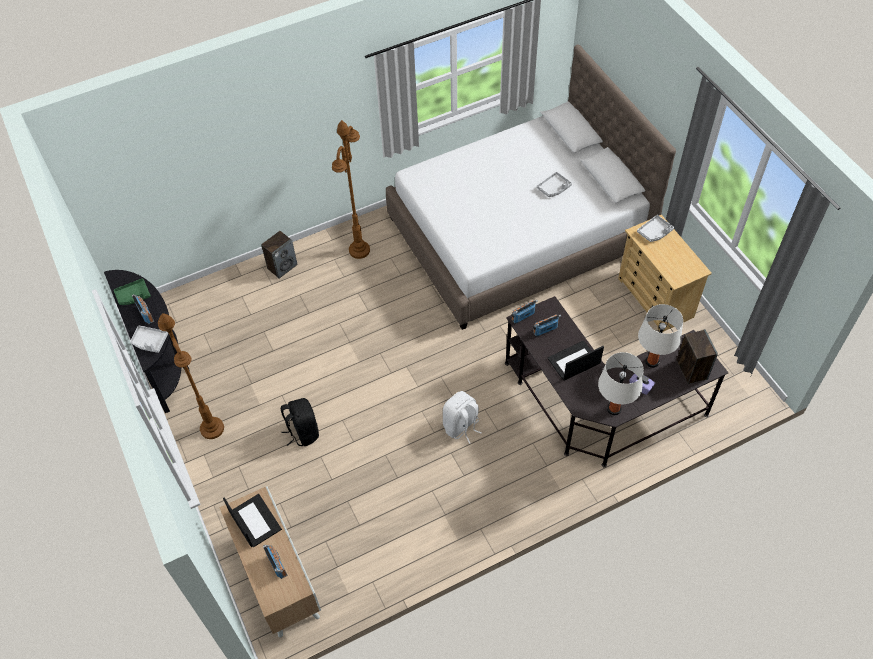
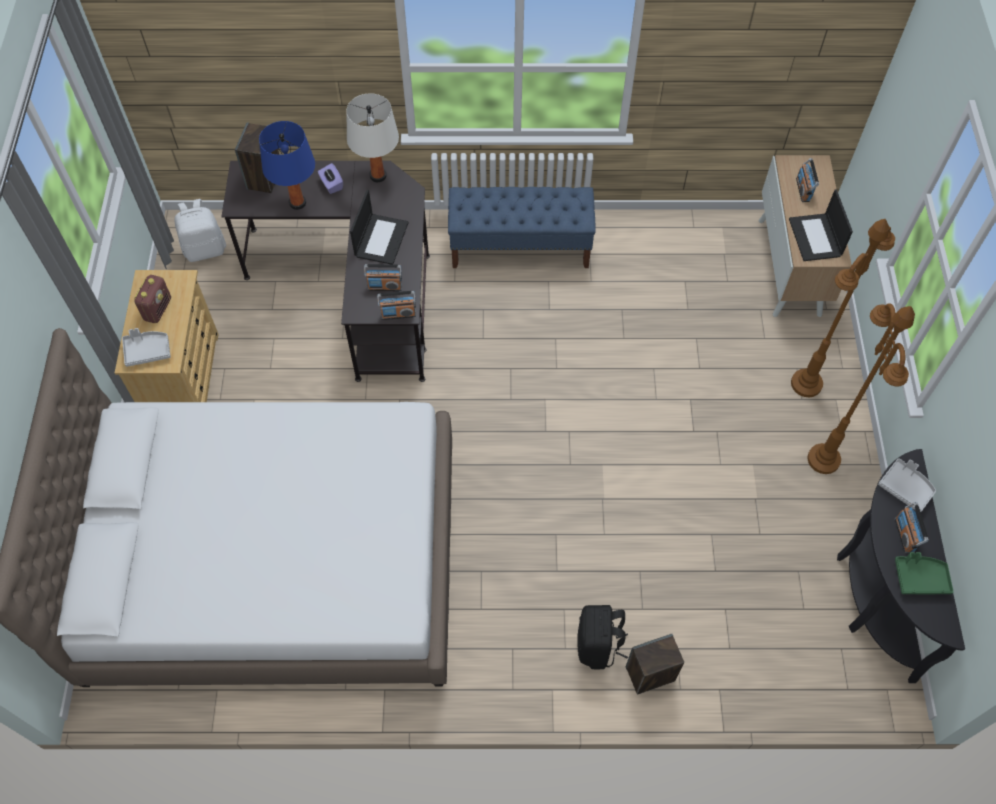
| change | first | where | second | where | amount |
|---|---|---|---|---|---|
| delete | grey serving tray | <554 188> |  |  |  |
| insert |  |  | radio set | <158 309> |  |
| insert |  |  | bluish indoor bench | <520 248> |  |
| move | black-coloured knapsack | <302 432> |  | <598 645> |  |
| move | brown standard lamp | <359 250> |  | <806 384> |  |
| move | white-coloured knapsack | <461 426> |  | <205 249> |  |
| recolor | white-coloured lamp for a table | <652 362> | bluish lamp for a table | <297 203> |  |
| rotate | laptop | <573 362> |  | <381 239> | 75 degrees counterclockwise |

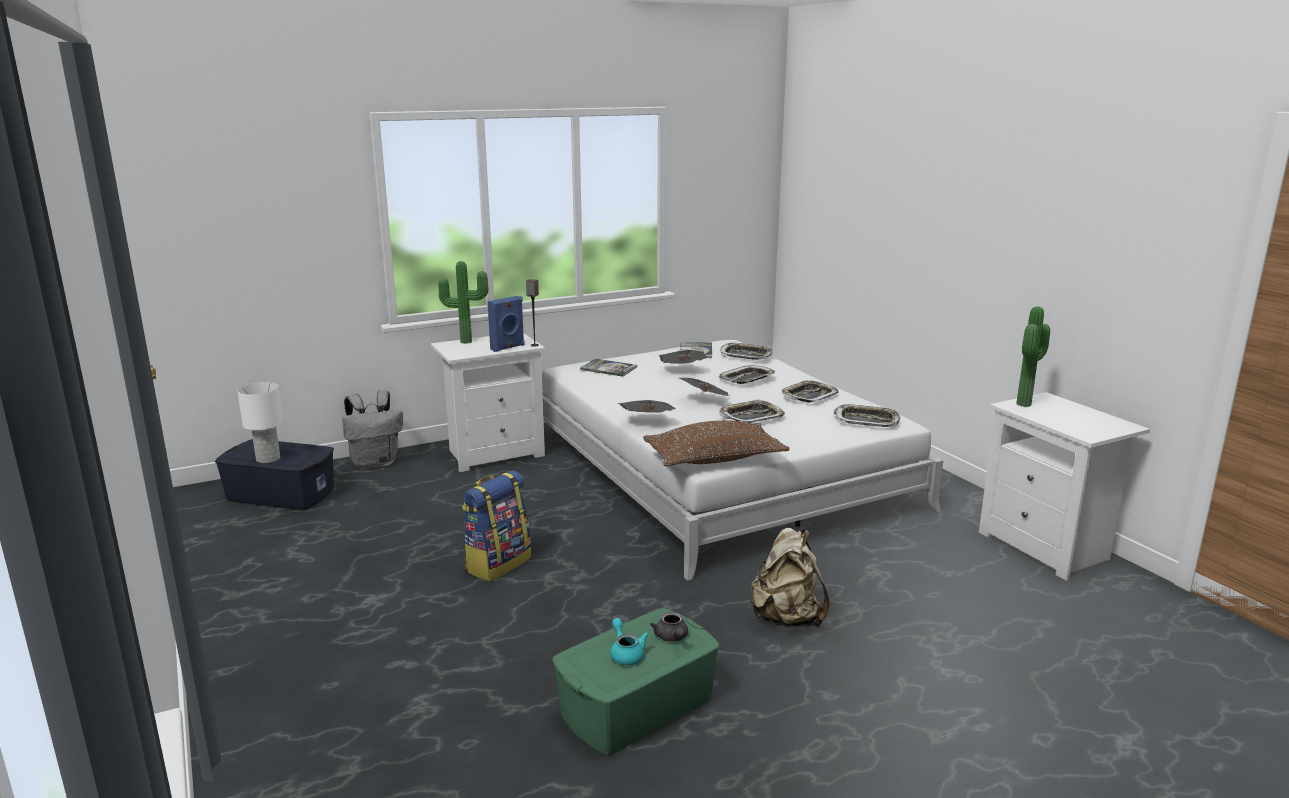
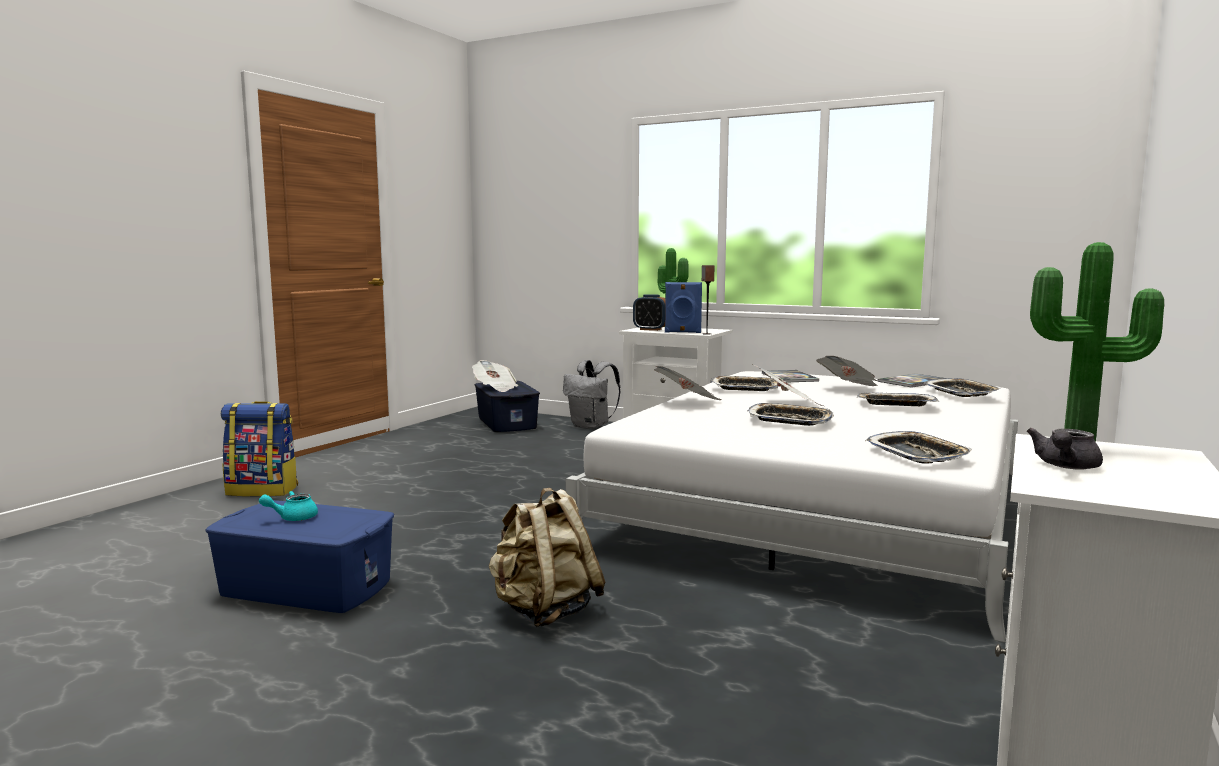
| change | first | where | second | where | amount |
|---|---|---|---|---|---|
| delete | brown cushion | <714 459> |  |  |  |
| insert |  |  | table clock | <650 329> |  |
| move | knapsack | <497 564> |  | <263 490> |  |
| move | grey pot for tea | <672 638> |  | <1065 466> |  |
| move | serving tray | <809 396> |  | <744 388> |  |
| replace | white-coloured lamp for a table | <269 459> | newspaper | <495 388> |  |
| recolor | greenish storage box | <636 707> | bluish storage box | <307 587> |  |
| rotate | turquoise-coloured pot for tea | <626 654> |  | <292 518> | 150 degrees counterclockwise |

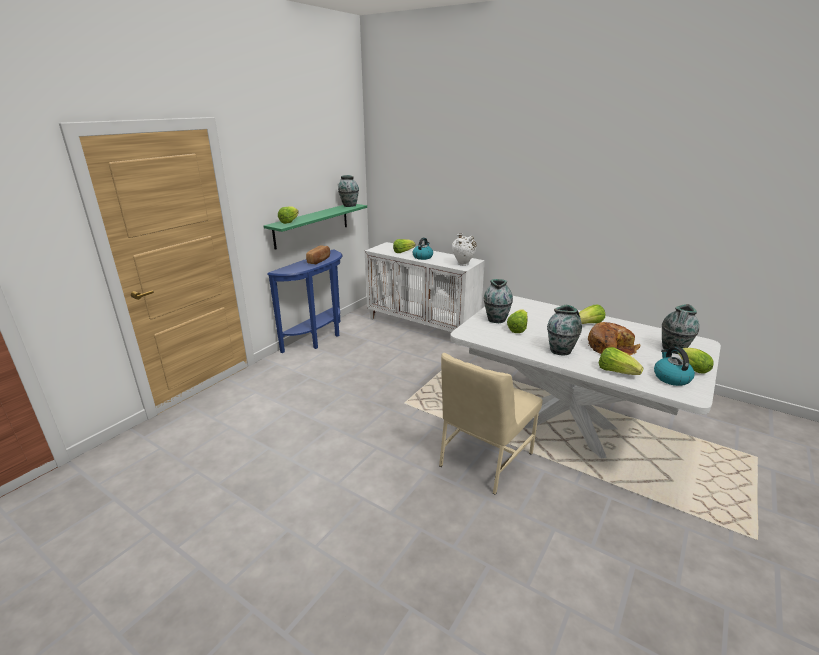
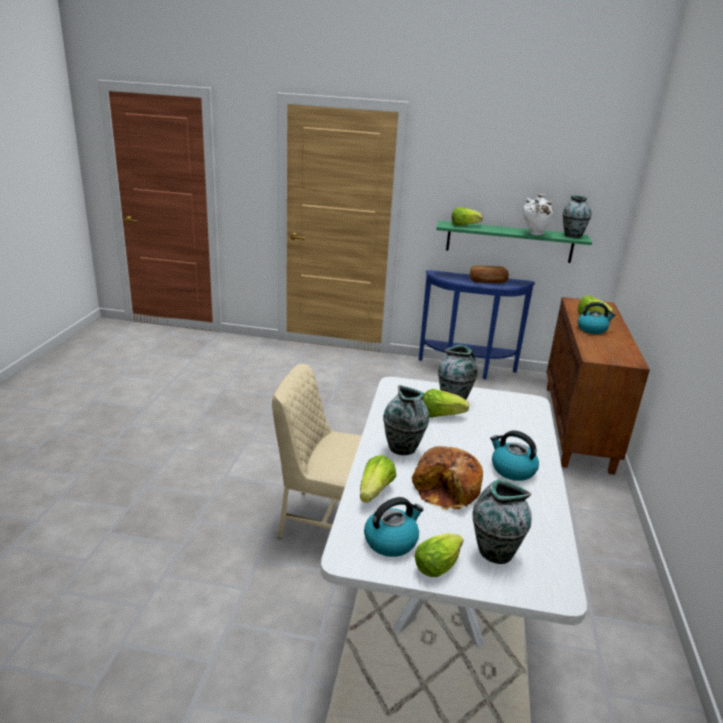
| change | first | where | second | where | amount |
|---|---|---|---|---|---|
| move | white-coloured flower vase | <463 264> |  | <534 234> |  |
| replace | head of lettuce | <588 324> | kettle | <512 469> |  |
| recolor | white-coloured storage cabinet | <422 326> | brown storage cabinet | <578 427> |  |

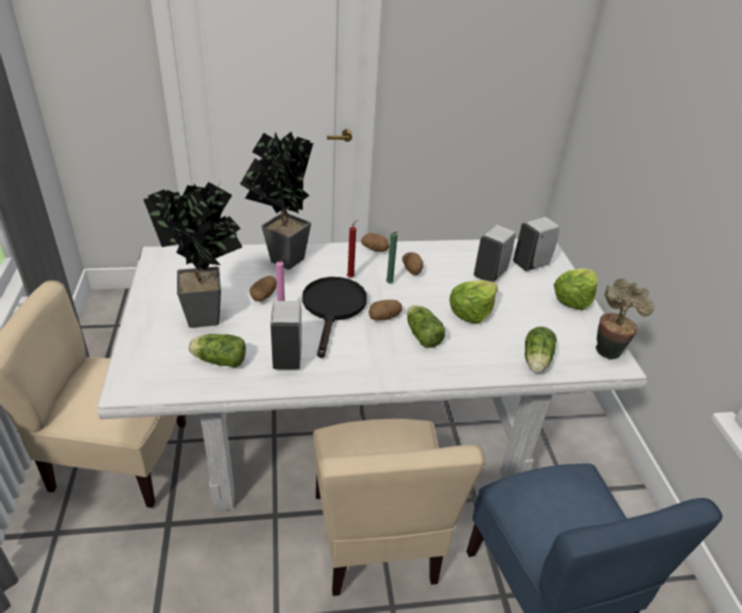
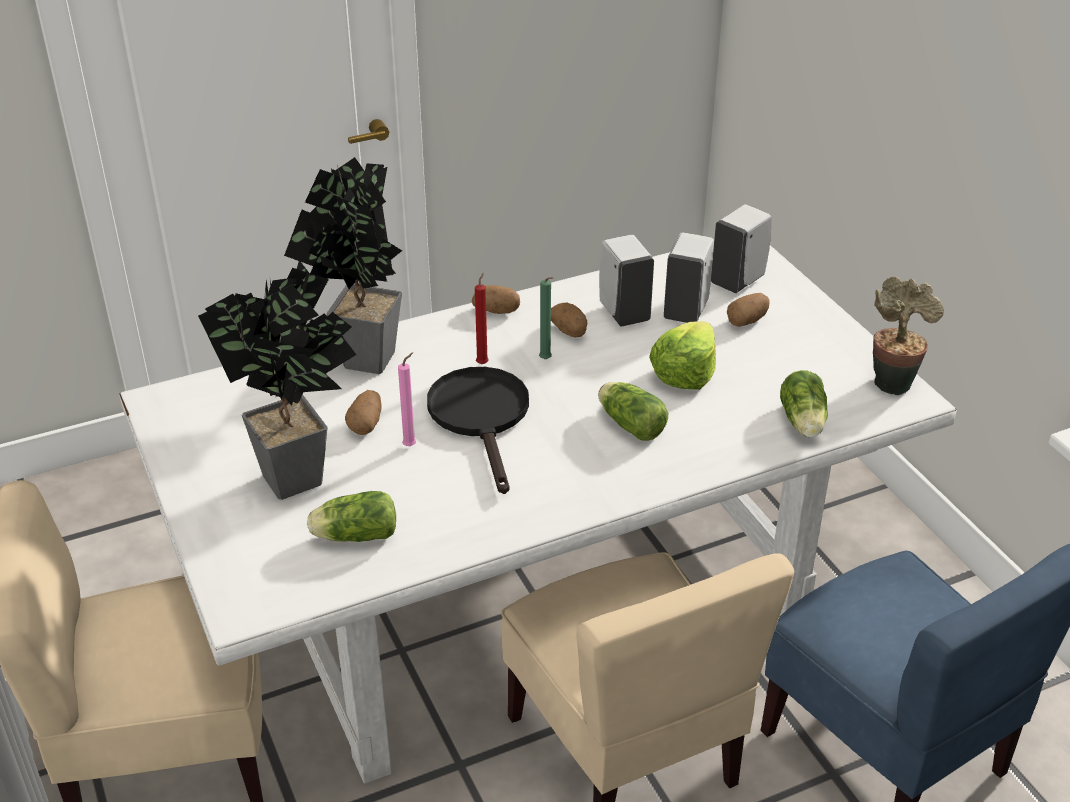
| change | first | where | second | where | amount |
|---|---|---|---|---|---|
| delete | head of lettuce | <573 299> |  |  |  |
| move | white-coloured soap bottle | <287 357> |  | <623 312> |  |
| move | potato | <384 317> |  | <747 321> |  |

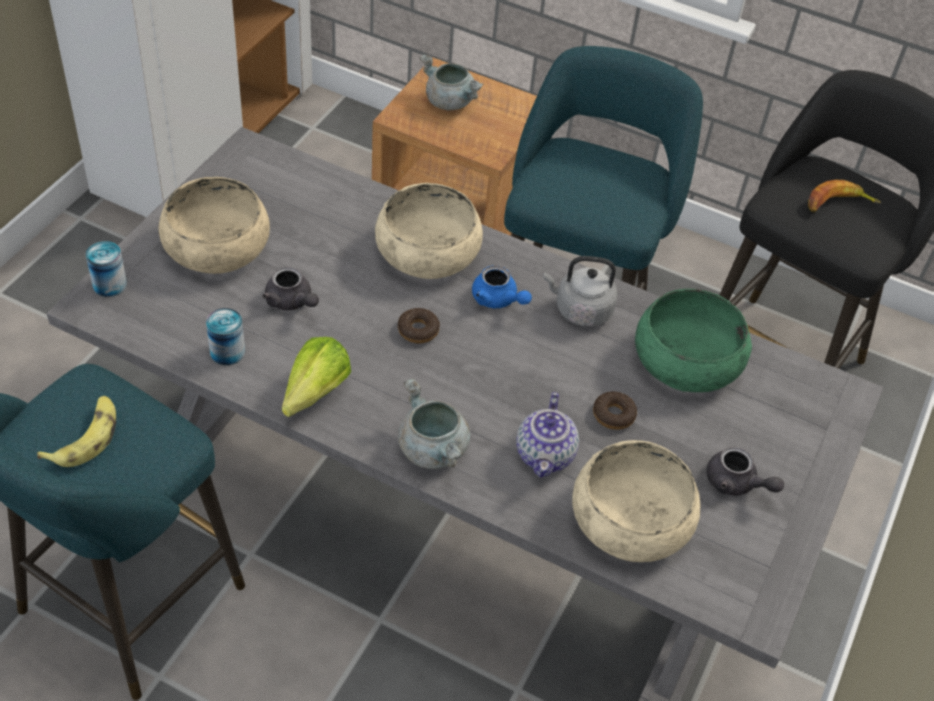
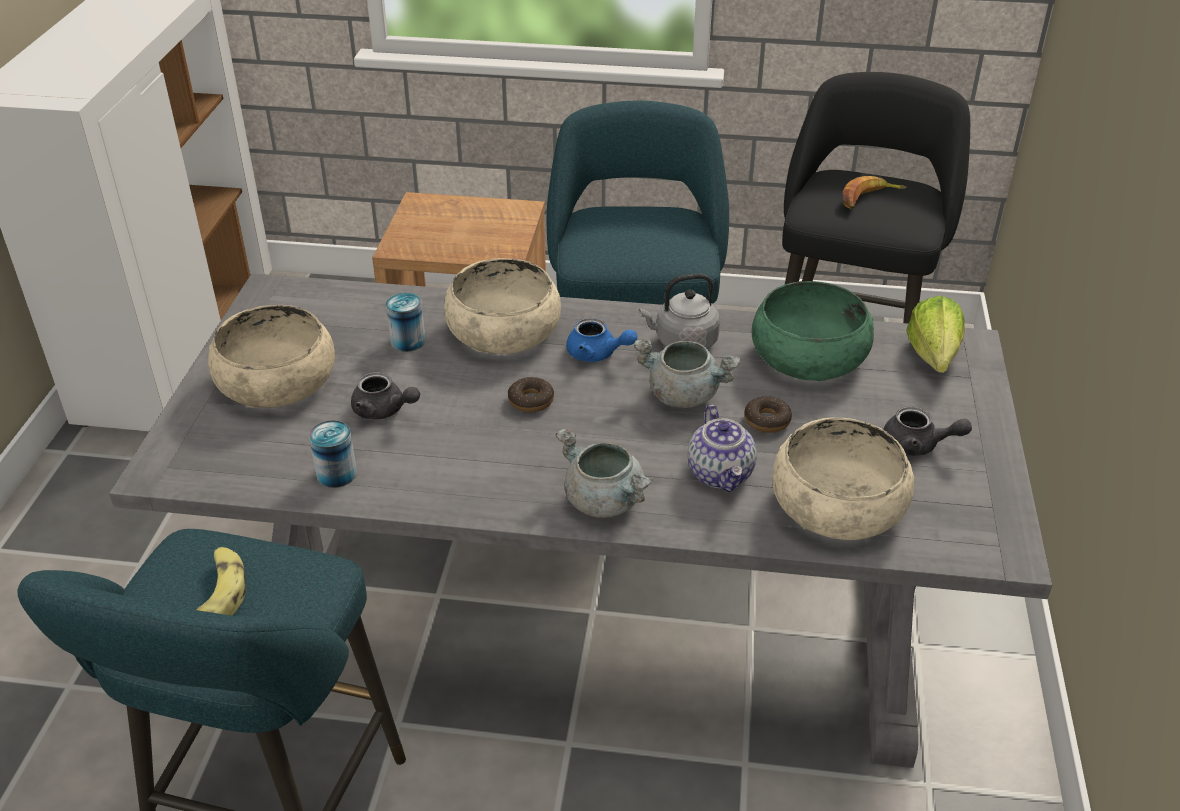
| change | first | where | second | where | amount |
|---|---|---|---|---|---|
| move | sealed can | <109 284> |  | <408 341> |  |
| move | head of lettuce | <309 397> |  | <931 362> |  |
| move | grey cooking pot | <450 102> |  | <684 395> |  |

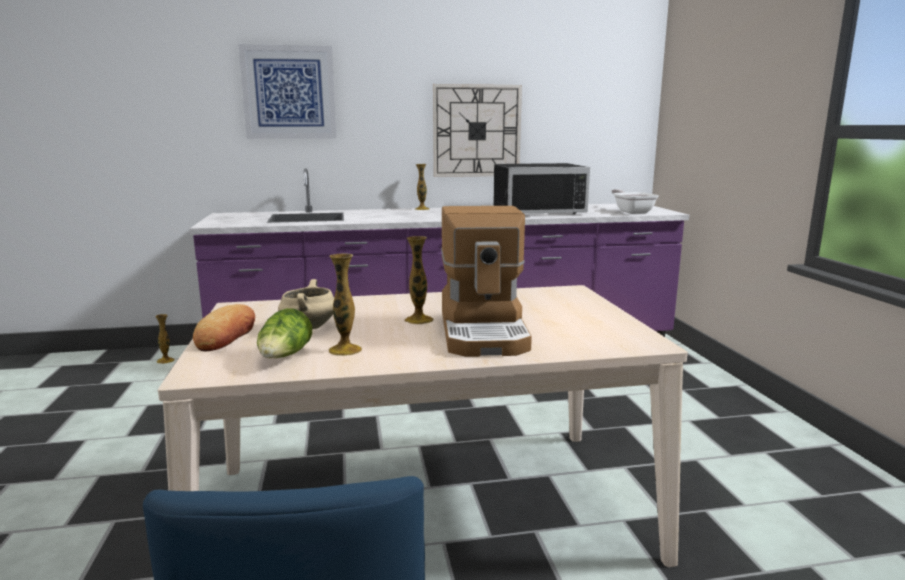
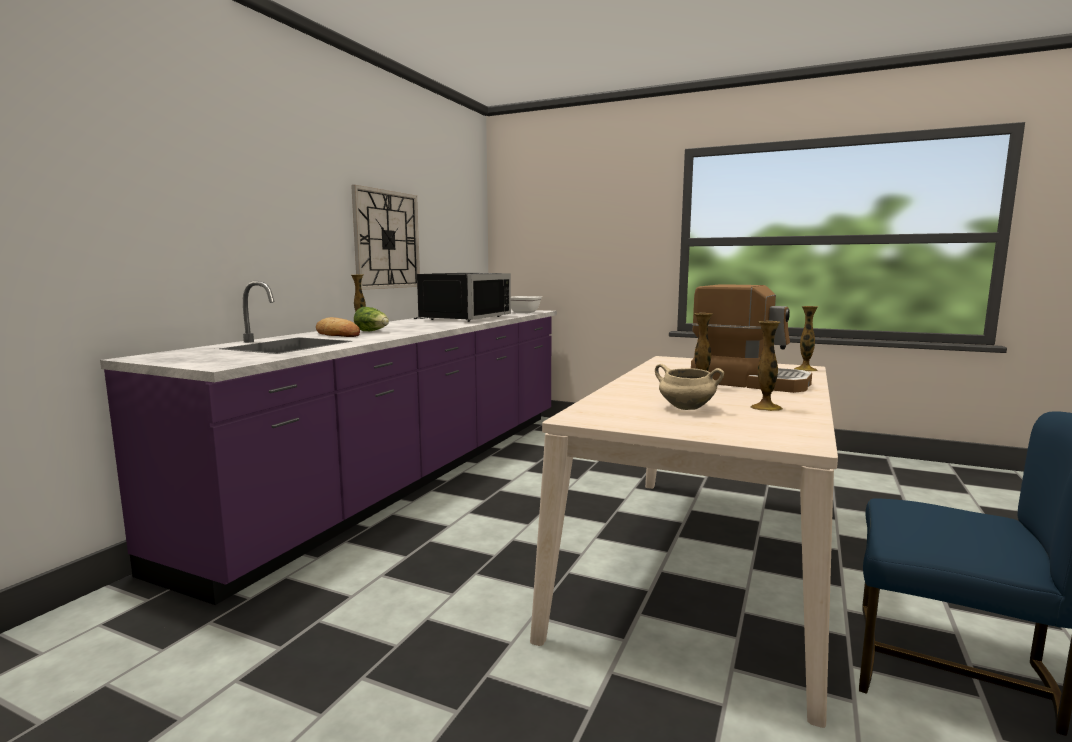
| change | first | where | second | where | amount |
|---|---|---|---|---|---|
| delete | wall art | <289 92> |  |  |  |
| move | flower vase | <165 360> |  | <805 370> |  |
| move | bakery bread | <227 334> |  | <337 334> |  |
| move | head of lettuce | <285 357> |  | <373 331> |  |

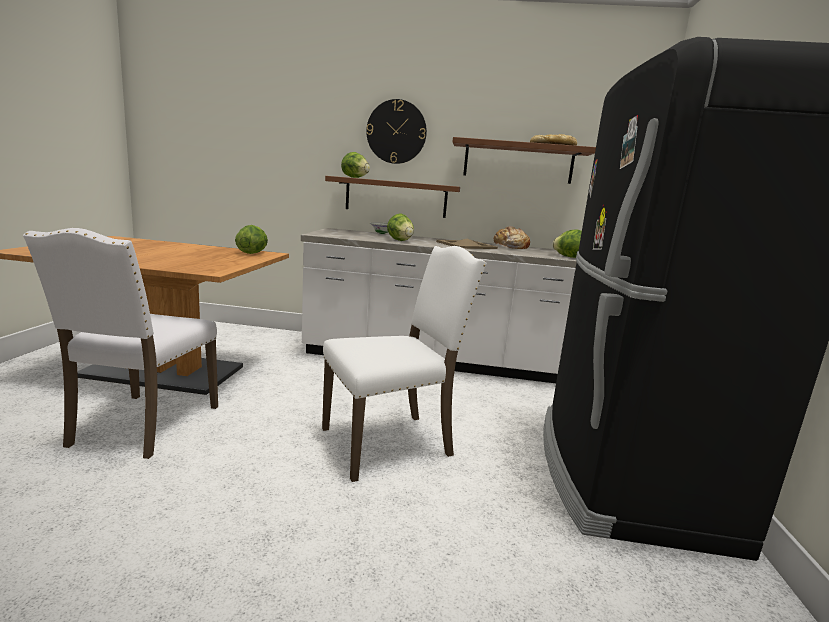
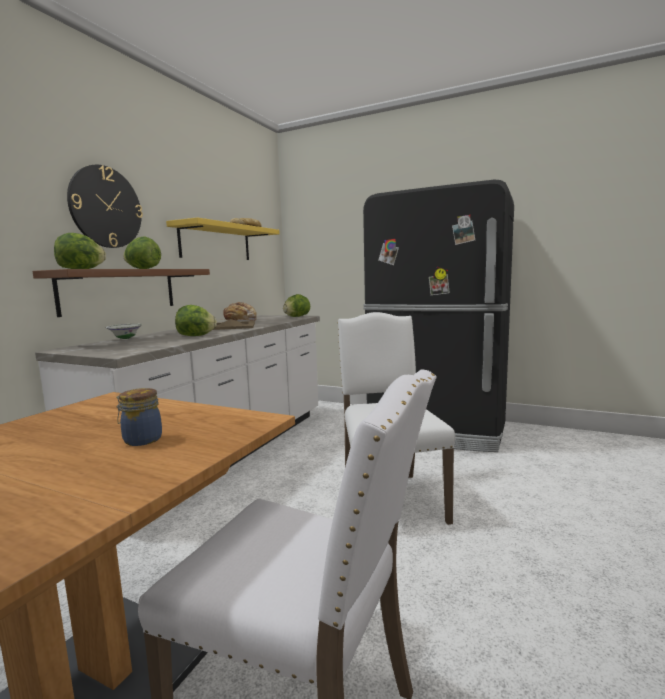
| change | first | where | second | where | amount |
|---|---|---|---|---|---|
| insert |  |  | jar | <141 440> |  |
| move | head of lettuce | <252 253> |  | <143 269> |  |
| recolor | brown wall shelf | <518 162> | yellow wall shelf | <216 243> |  |

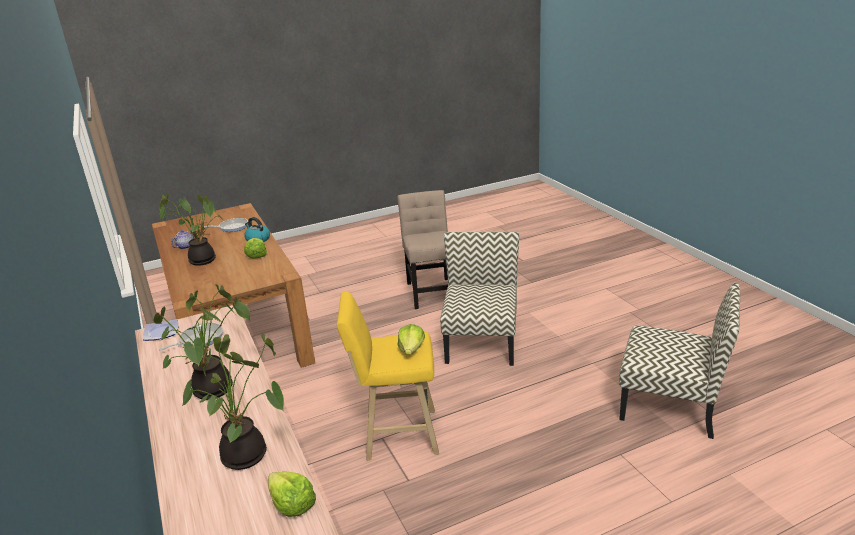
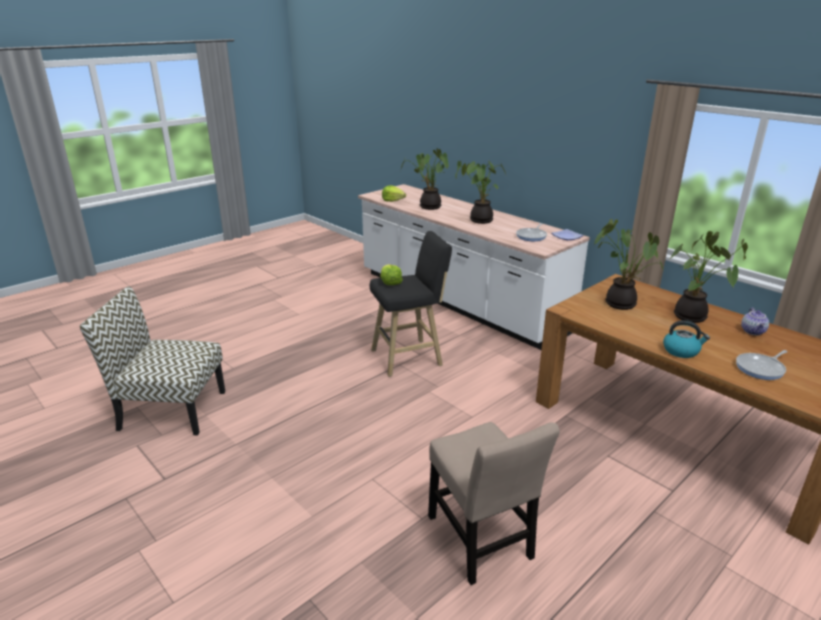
| change | first | where | second | where | amount |
|---|---|---|---|---|---|
| delete | head of lettuce | <256 255> |  |  |  |
| delete | plain chair | <481 342> |  |  |  |
| insert |  |  | potted plant | <621 303> |  |
| recolor | yellow stool | <397 435> | black-coloured stool | <409 357> |  |

